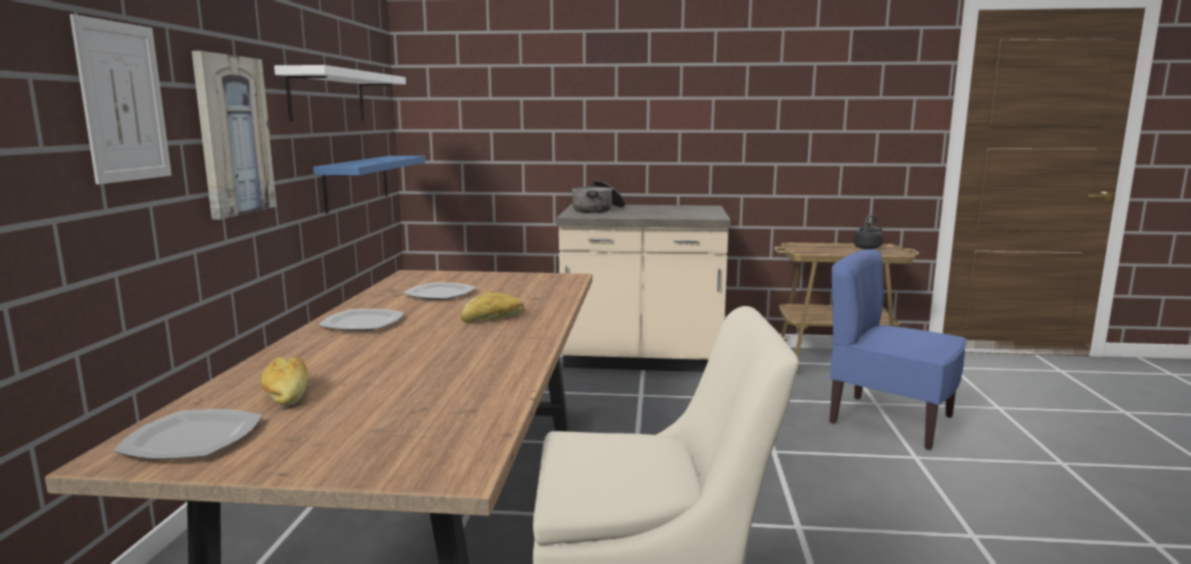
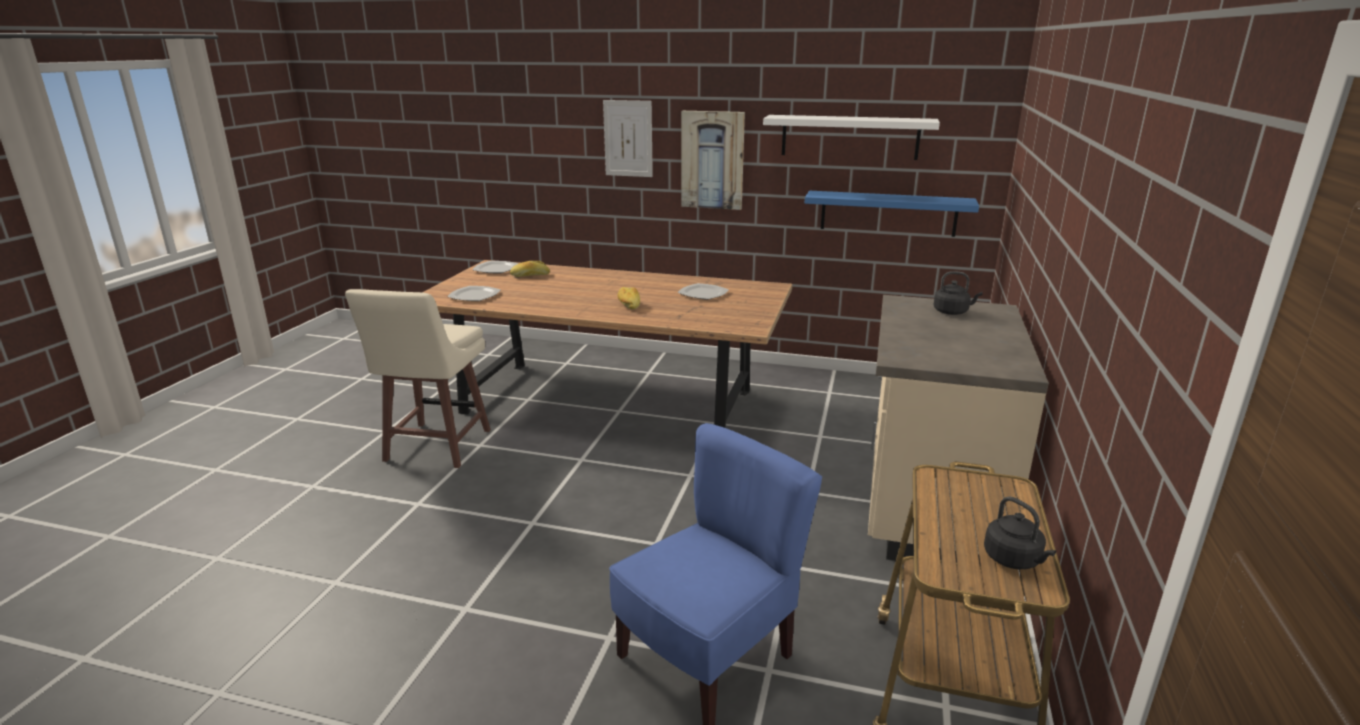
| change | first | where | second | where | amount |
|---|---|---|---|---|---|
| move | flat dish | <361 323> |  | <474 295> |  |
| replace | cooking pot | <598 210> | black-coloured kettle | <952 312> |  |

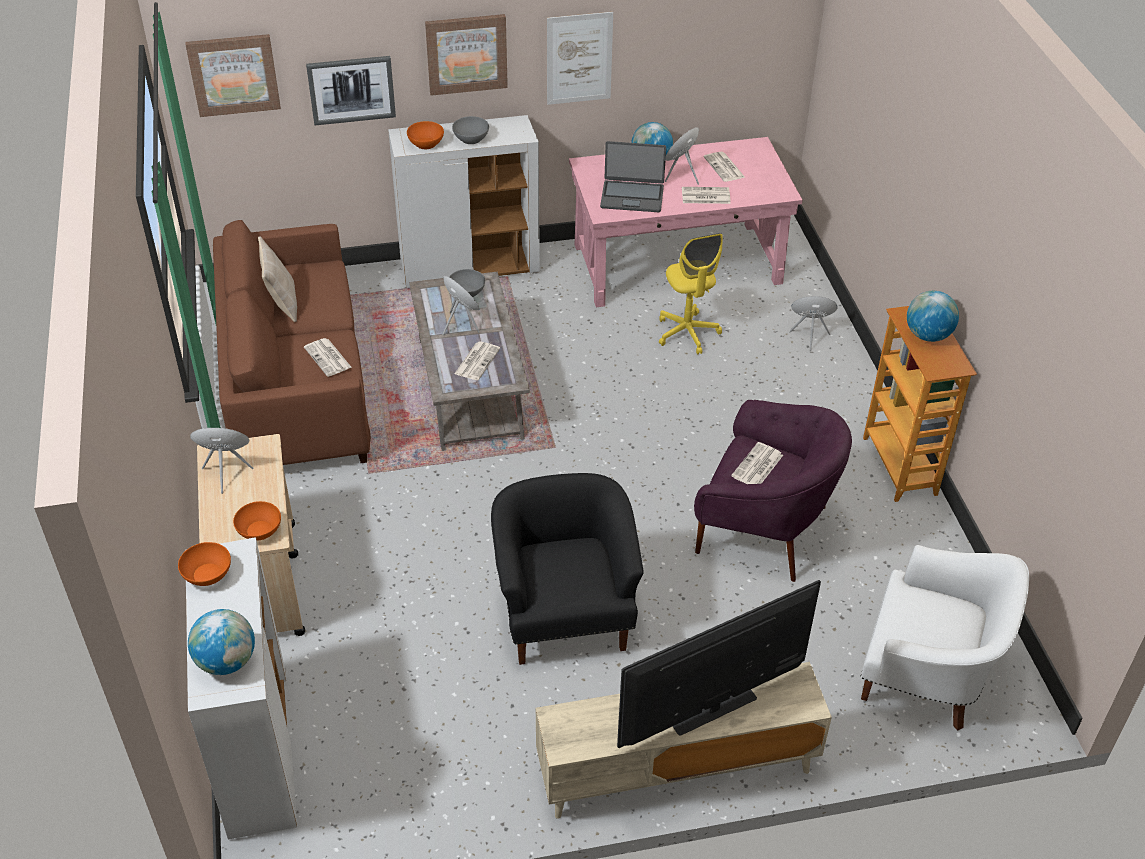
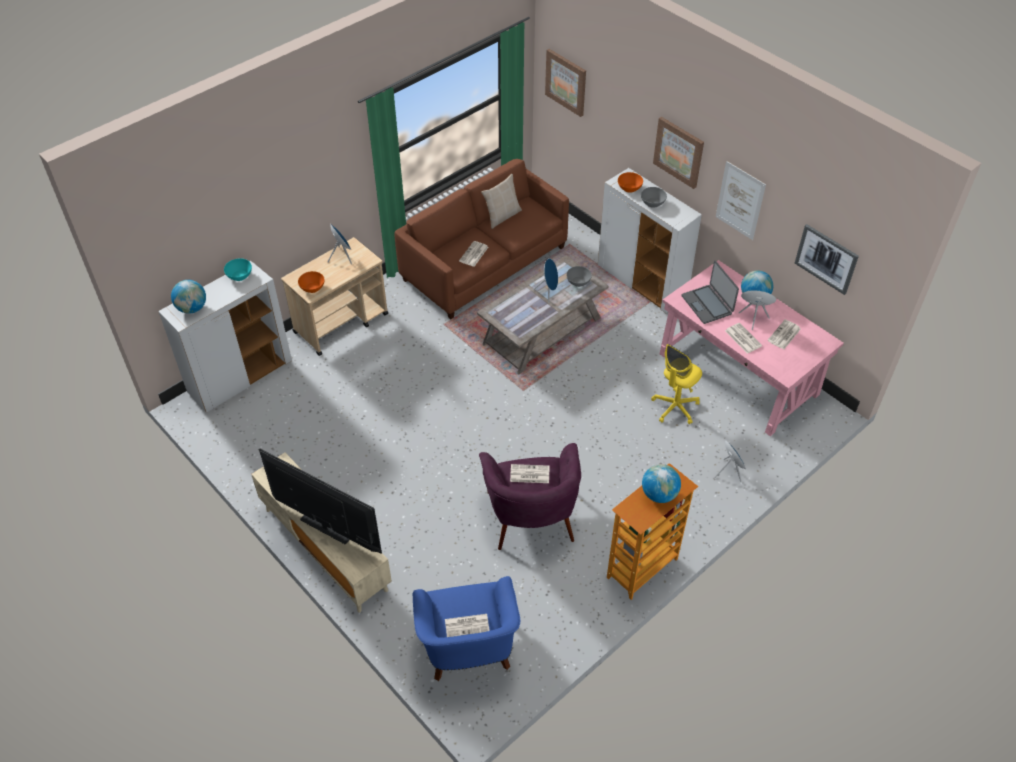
| change | first | where | second | where | amount |
|---|---|---|---|---|---|
| delete | black-coloured lounge chair | <565 614> |  |  |  |
| move | wall art | <351 90> |  | <826 258> |  |
| move | newspaper | <477 361> |  | <467 625> |  |
| recolor | orange-coloured bowl | <208 574> | turquoise-coloured bowl | <239 275> |  |
| recolor | white-coloured lounge chair | <928 676> | bluish lounge chair | <468 648> |  |

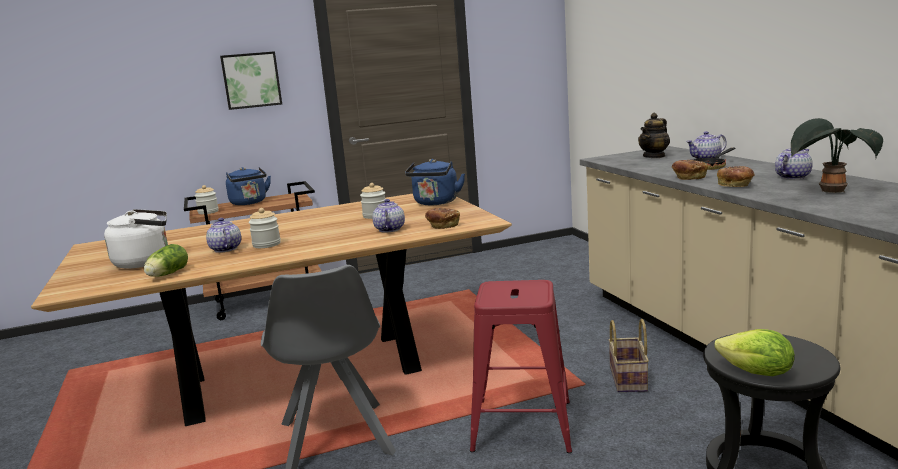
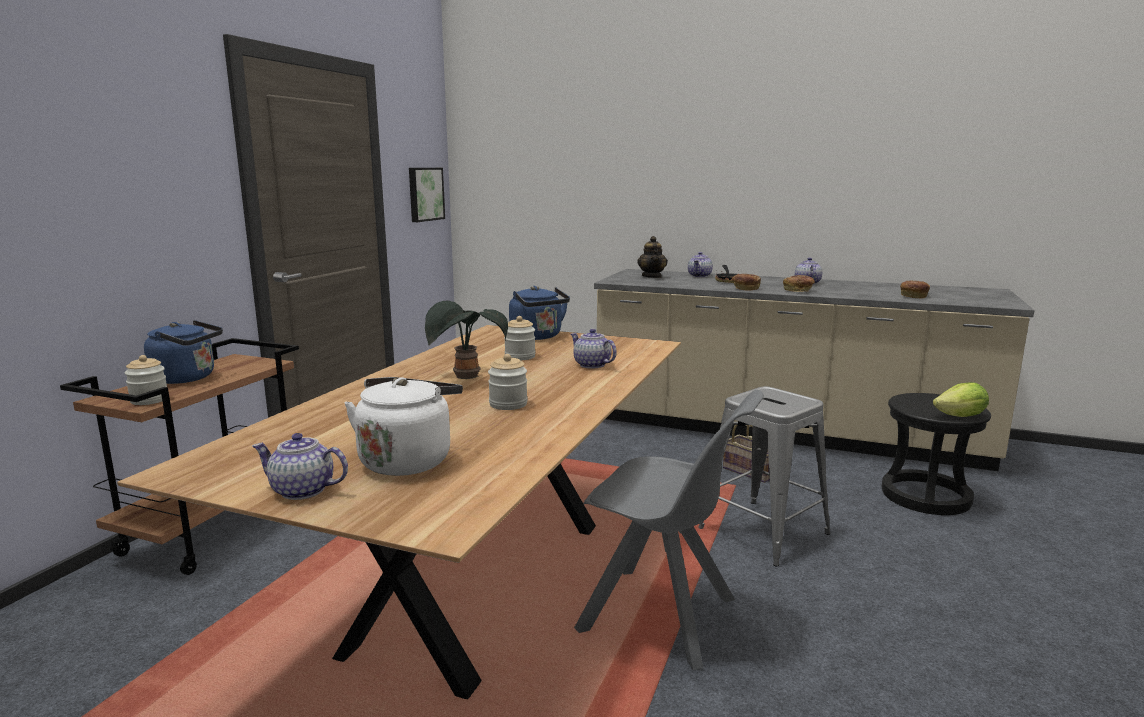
| change | first | where | second | where | amount |
|---|---|---|---|---|---|
| delete | head of lettuce | <166 274> |  |  |  |
| move | pot for tea | <225 249> |  | <301 491> |  |
| move | wall art | <251 80> |  | <424 194> |  |
| move | bakery bread | <442 225> |  | <913 296> |  |
| move | potted plant | <830 192> |  | <465 378> |  |
| recolor | reddish stool | <521 425> | grey stool | <762 531> |  |

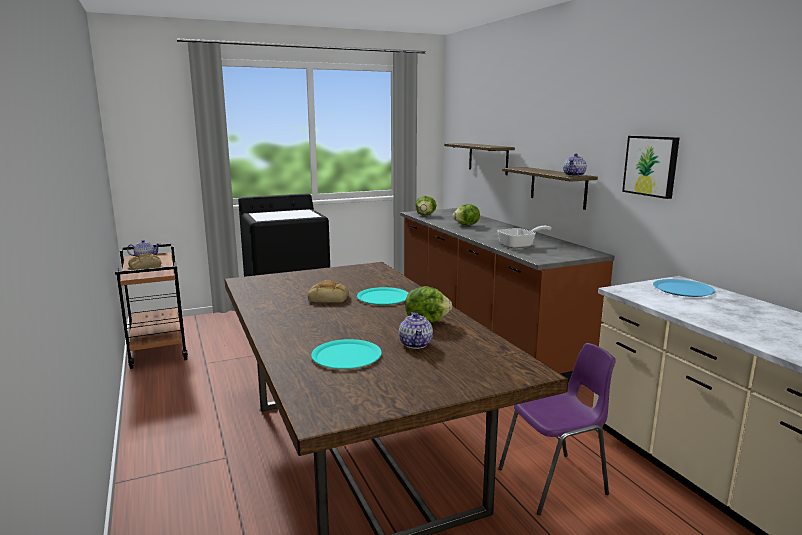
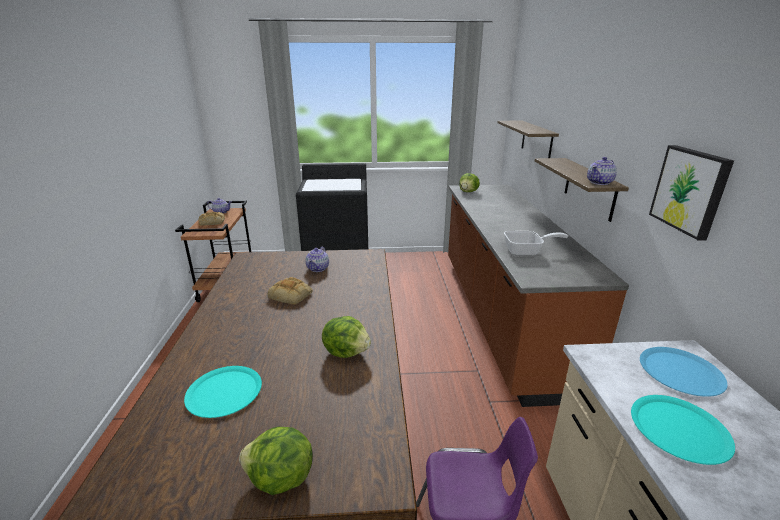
| change | first | where | second | where | amount |
|---|---|---|---|---|---|
| move | turquoise-coloured flat dish | <383 297> |  | <679 429> |  |
| move | pot for tea | <416 344> |  | <318 268> |  |
| move | head of lettuce | <466 225> |  | <280 479> |  |

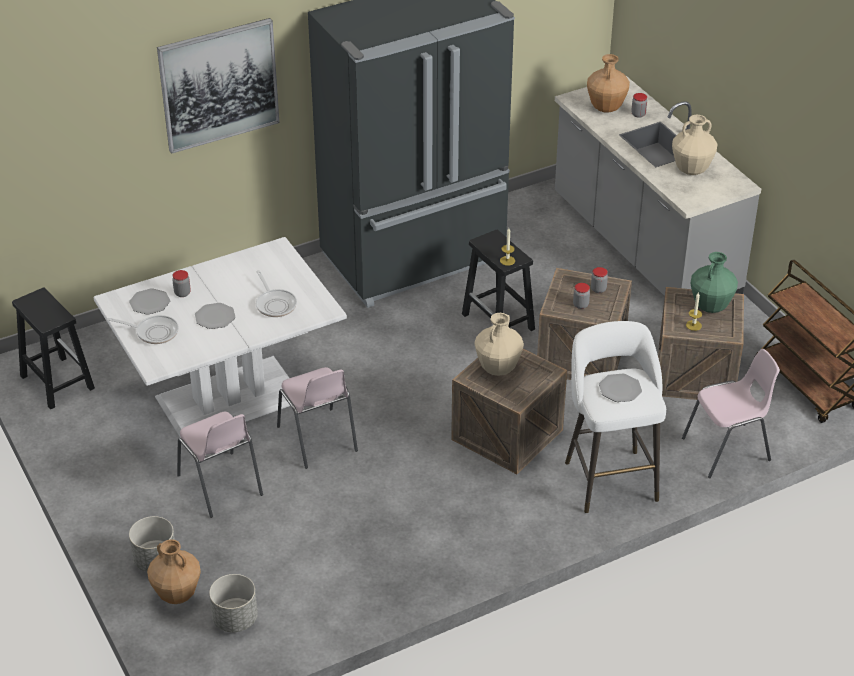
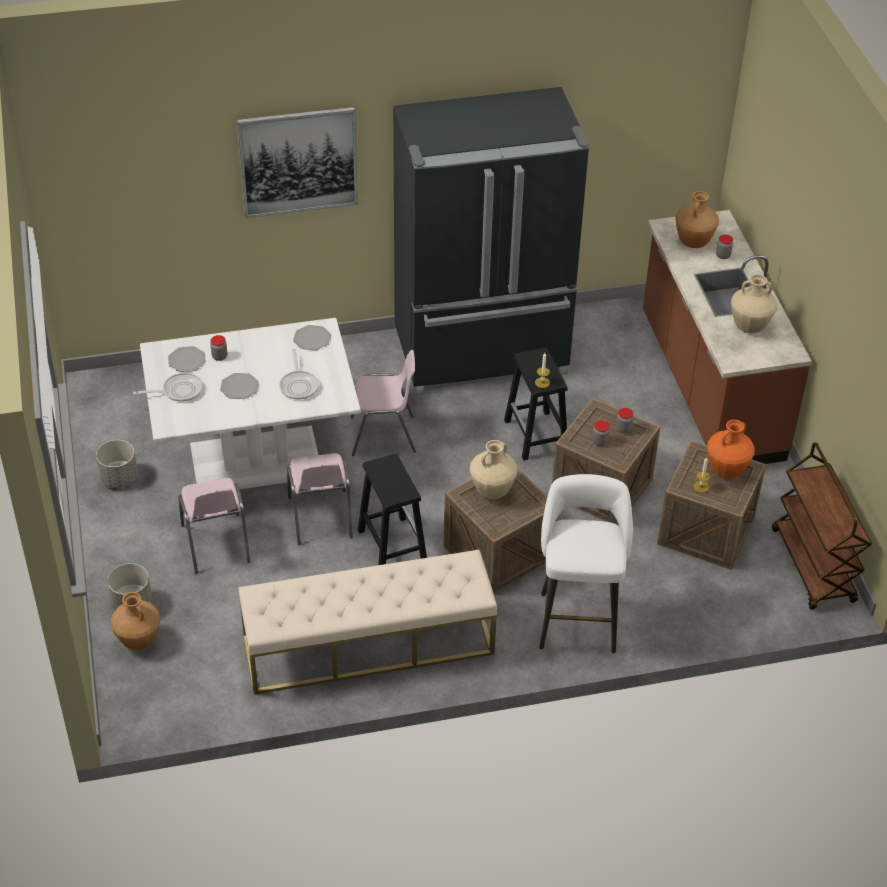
| change | first | where | second | where | amount |
|---|---|---|---|---|---|
| insert |  |  | beige-coloured indoor bench | <368 645> |  |
| move | black-coloured stool | <56 382> |  | <391 544> |  |
| move | grey plant pot | <235 619> |  | <119 478> |  |
| move | flat dish | <620 389> |  | <312 338> |  |
| move | pinkish plain chair | <727 450> |  | <384 436> |  |
| recolor | grey kitchen counter | <642 249> | brown kitchen counter | <709 387> |  |
| recolor | greenish flower vase | <710 307> | orange-coloured flower vase | <726 471> |  |
| rotate | frying pan | <153 332> |  | <179 391> | 45 degrees counterclockwise |

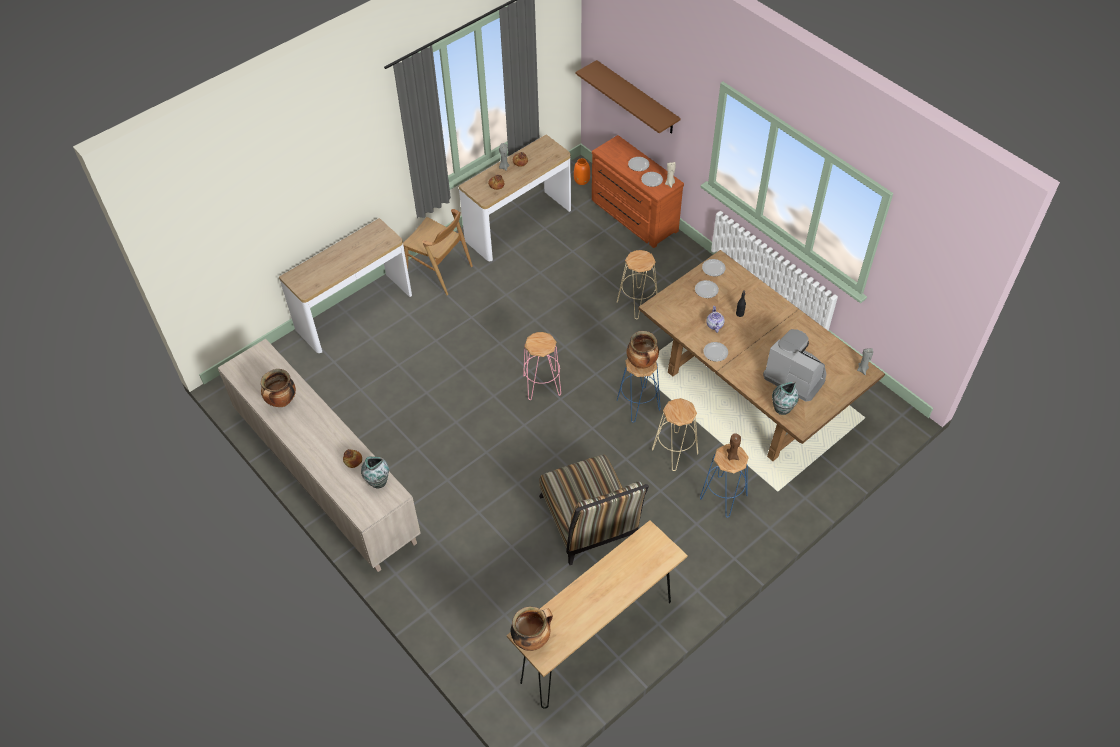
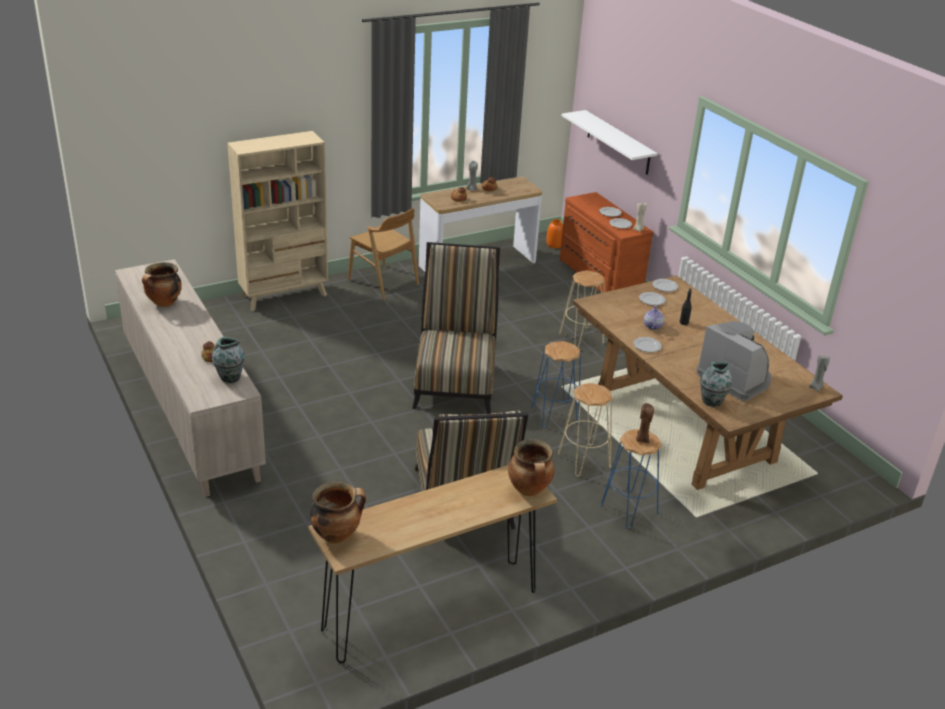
| change | first | where | second | where | amount |
|---|---|---|---|---|---|
| move | cooking pot | <642 363> |  | <529 490> |  |
| replace | narrow table | <355 312> | beige-coloured shelving unit | <284 296> |  |
| replace | pinkish stool | <542 385> | plain chair | <455 381> |  |
| recolor | brown wall shelf | <637 98> | white-coloured wall shelf | <618 142> |  |

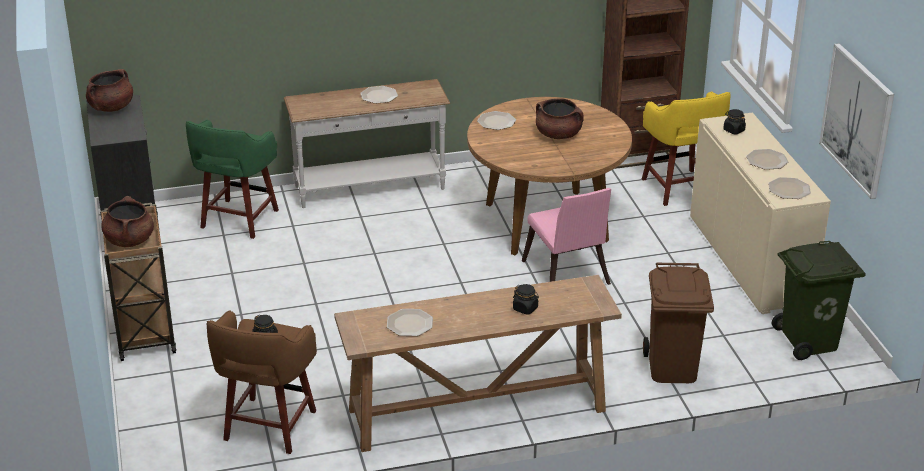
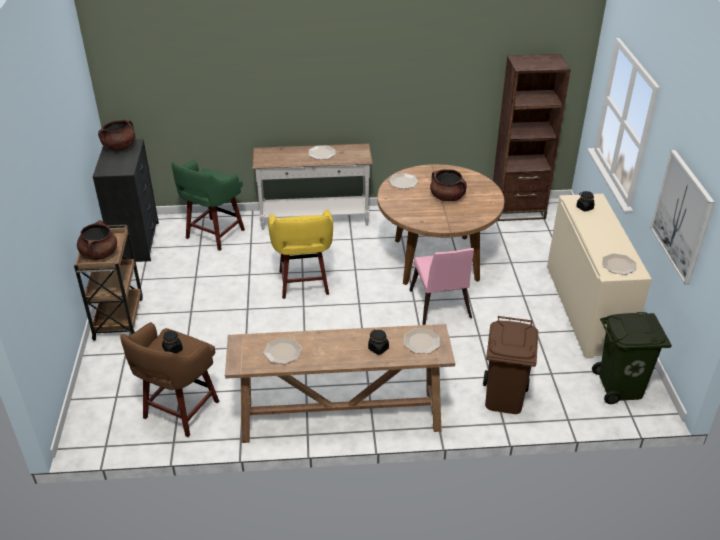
| change | first | where | second | where | amount |
|---|---|---|---|---|---|
| move | yellow stool | <680 189> |  | <304 284> |  |
| move | flat dish | <766 160> |  | <421 341> |  |

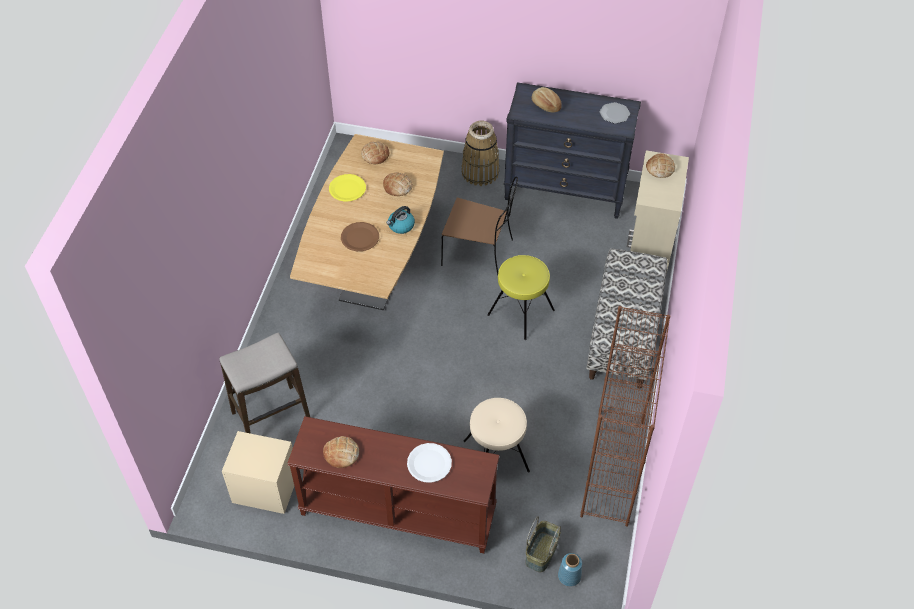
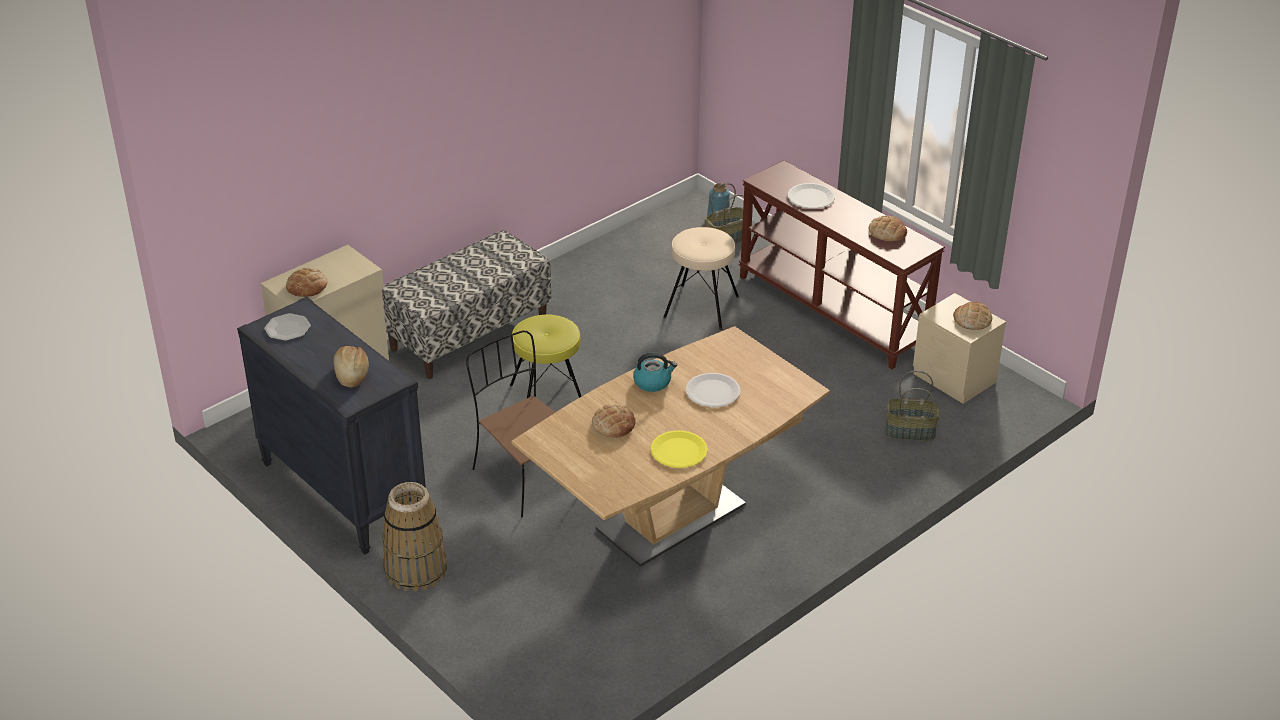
| change | first | where | second | where | amount |
|---|---|---|---|---|---|
| delete | brown shelving unit | <613 469> |  |  |  |
| move | bakery bread | <375 155> |  | <972 319> |  |
| replace | stool | <271 416> | household basket | <909 432> |  |
| recolor | brown flat dish | <360 238> | white-coloured flat dish | <713 391> |  |

